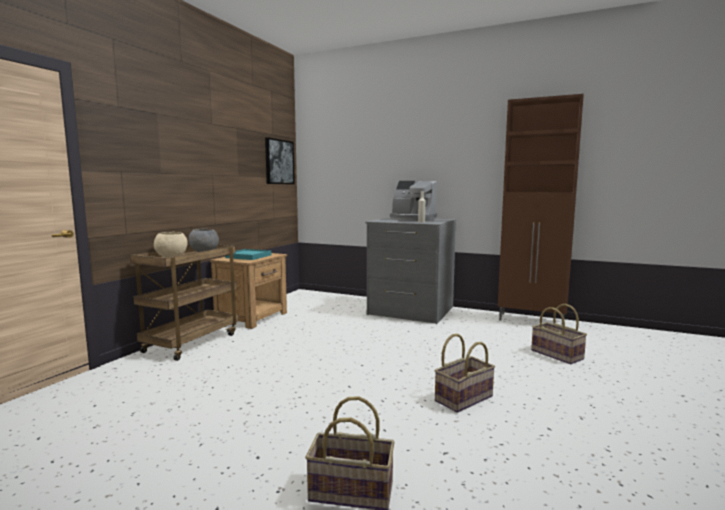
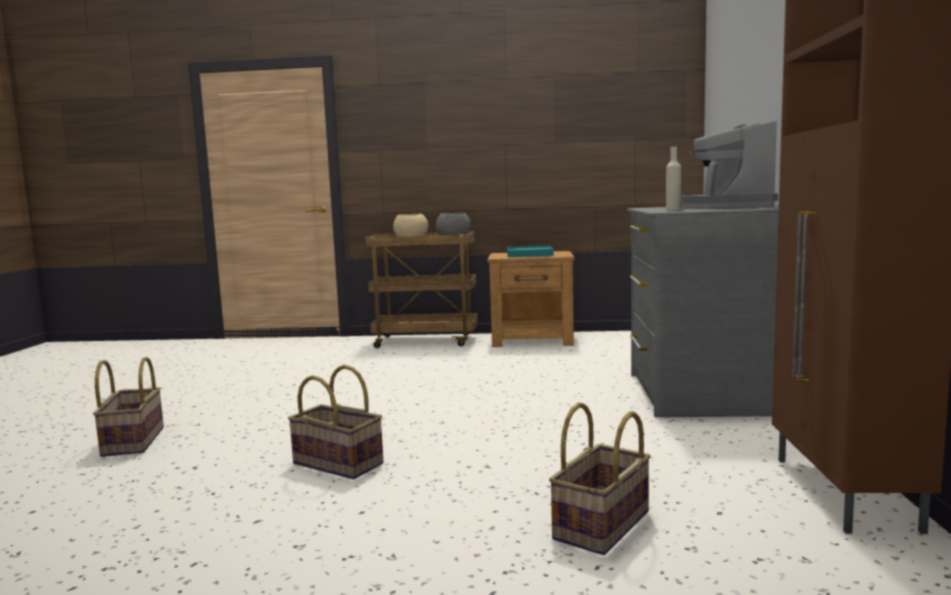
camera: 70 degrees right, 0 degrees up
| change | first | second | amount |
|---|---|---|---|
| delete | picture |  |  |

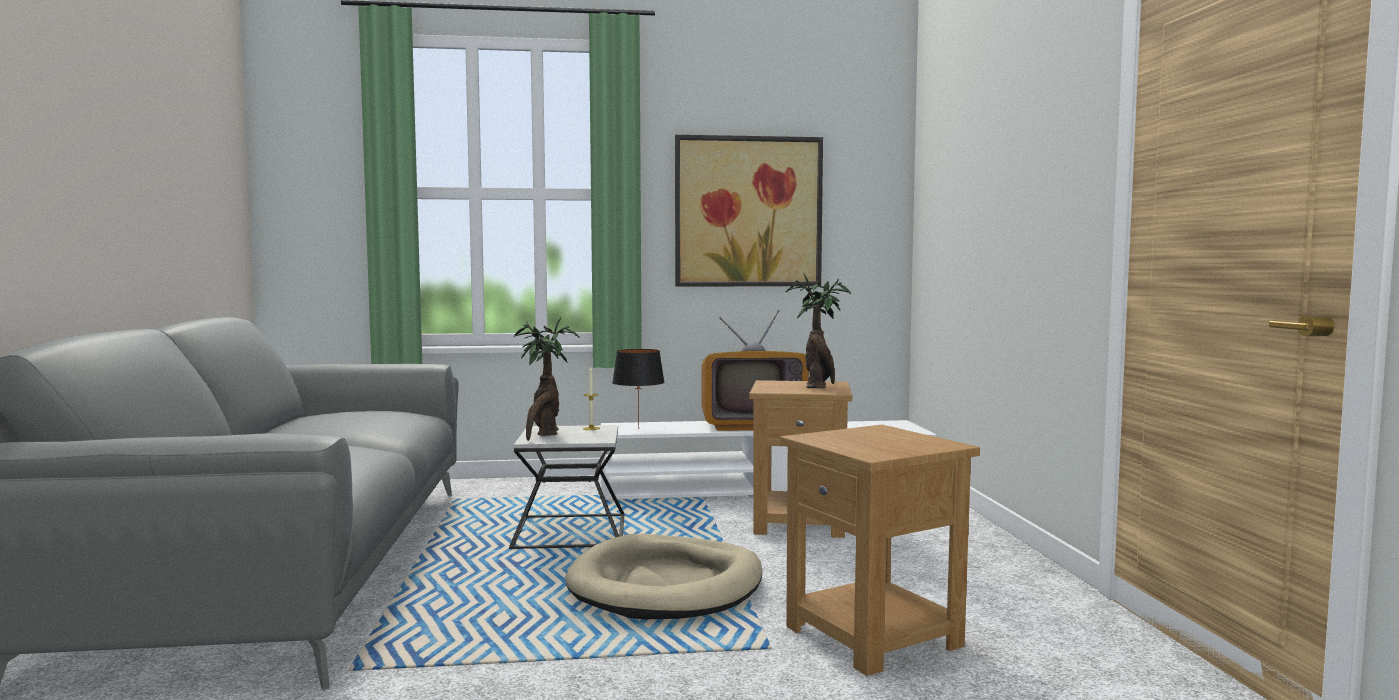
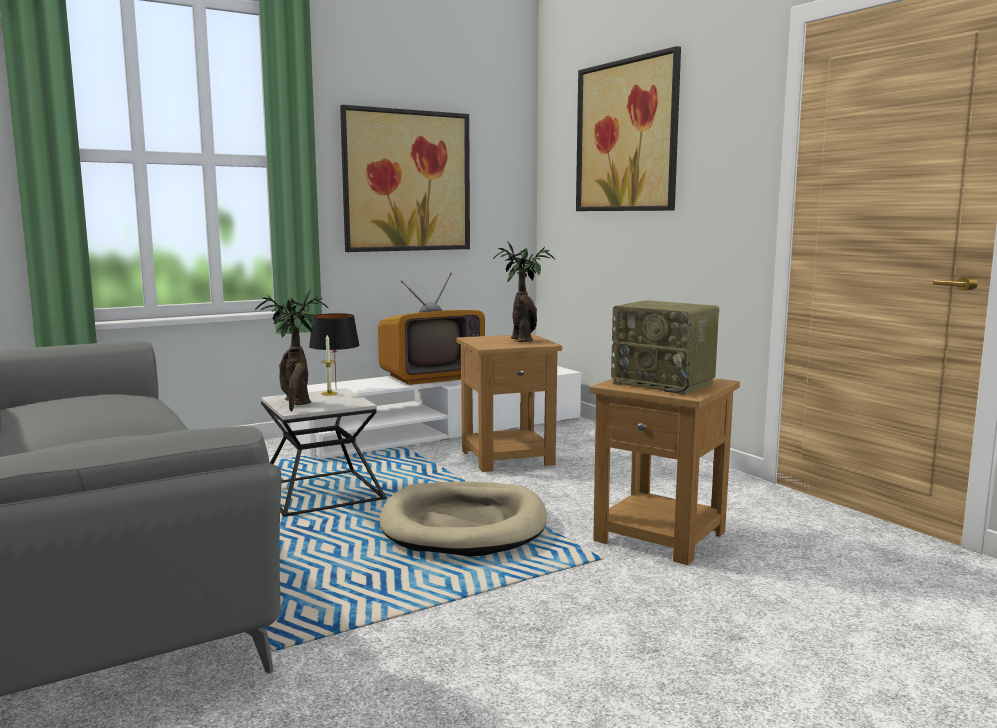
camera: 25 degrees left, 5 degrees up
| change | first | second | amount |
|---|---|---|---|
| insert |  | picture (2nd from left) |  |
| insert |  | radio |  |

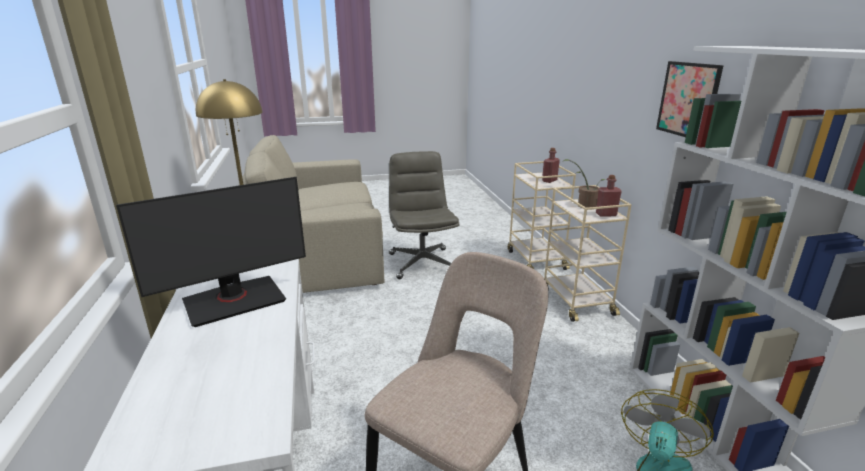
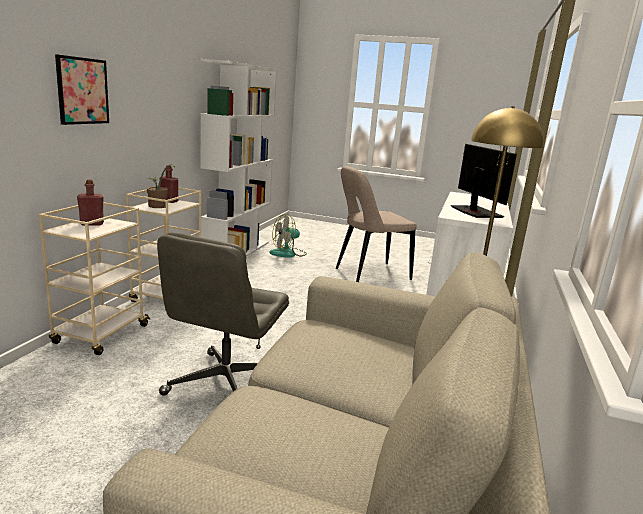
camera: 150 degrees left, 5 degrees down
| change | first | second | amount |
|---|---|---|---|
| move | picture |  |  |
| rotate | monitor |  | 75 degrees clockwise |

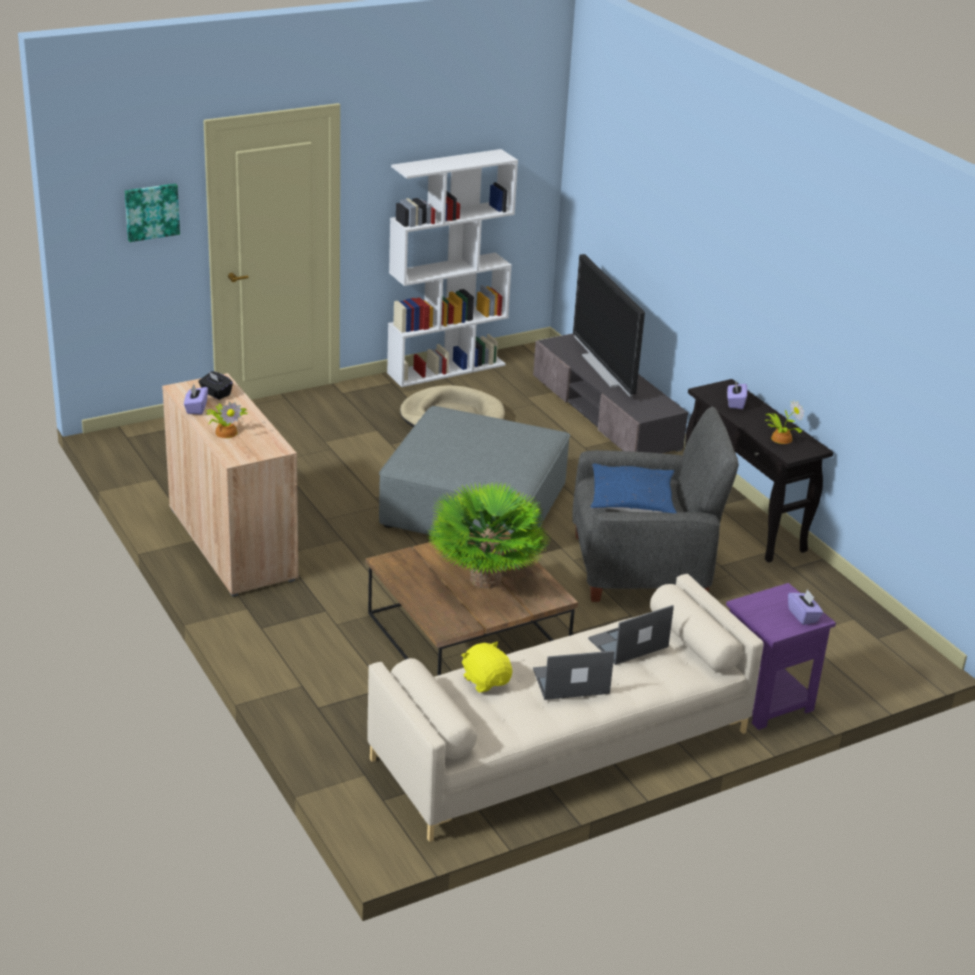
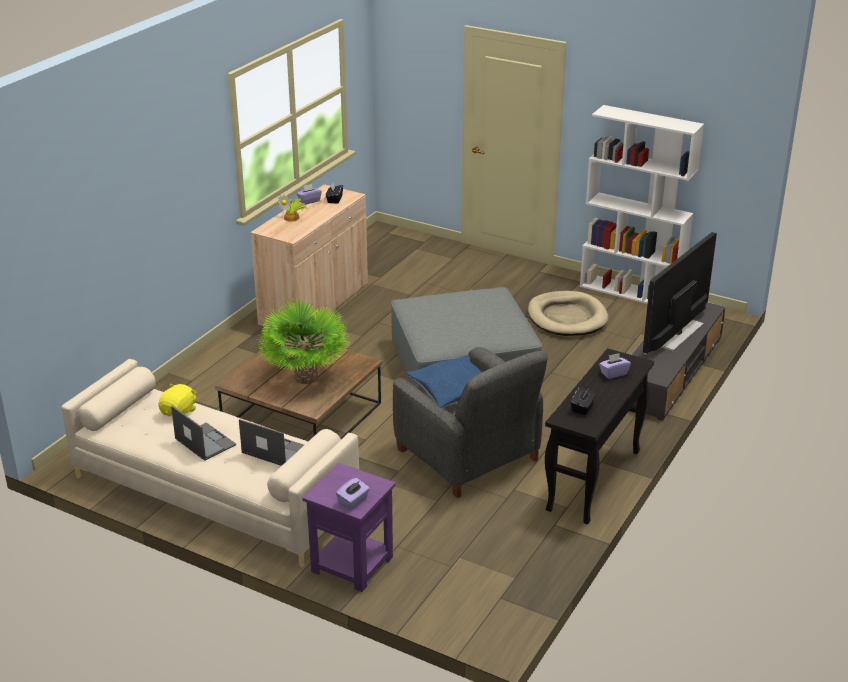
camera: 60 degrees right, 0 degrees up
| change | first | second | amount |
|---|---|---|---|
| delete | picture |  |  |
| replace | potted plant (3rd from left) | tissue box in black (2nd from left) |  |

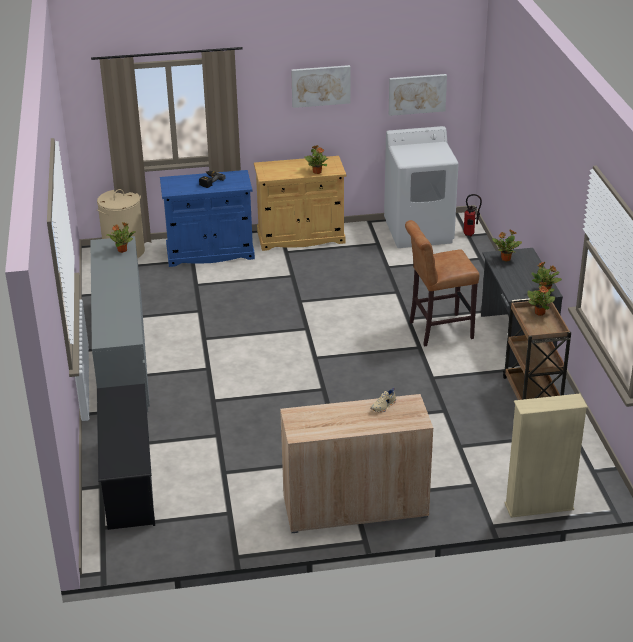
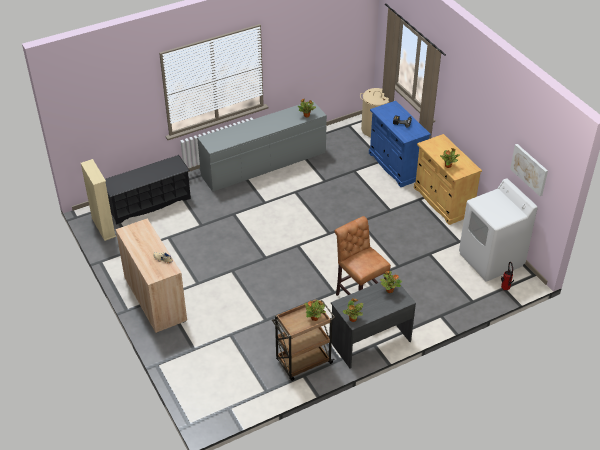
camera: 70 degrees right, 10 degrees up
| change | first | second | amount |
|---|---|---|---|
| delete | picture (1st from left) |  |  |
| move | bookcase in beige |  |  |

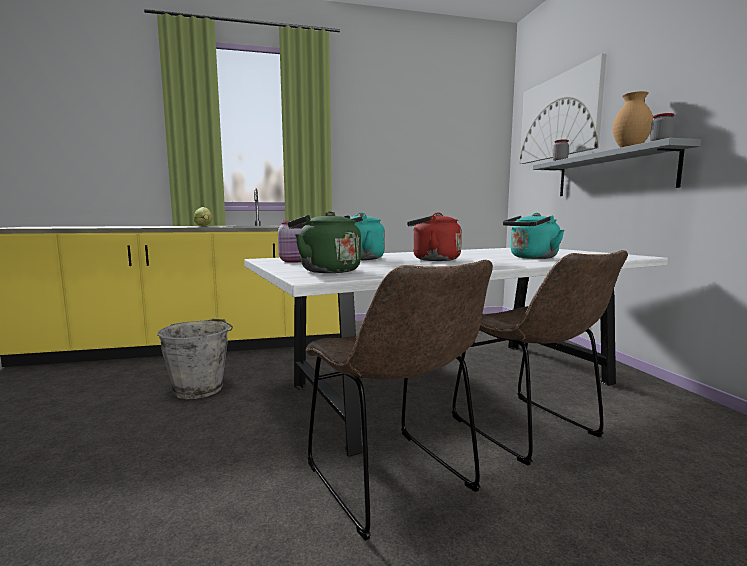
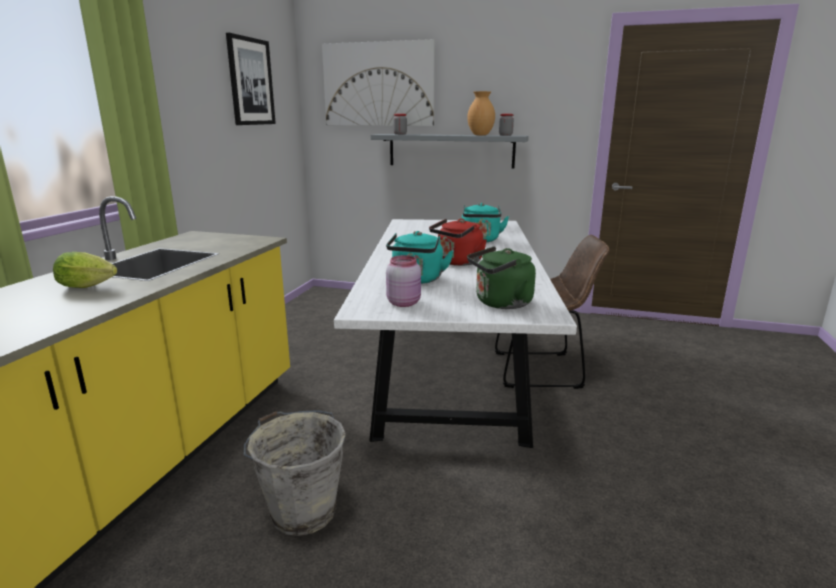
camera: 60 degrees left, 10 degrees up
| change | first | second | amount |
|---|---|---|---|
| delete | chair in brown (1st from left) |  |  |
| insert |  | picture (1st from left) |  |

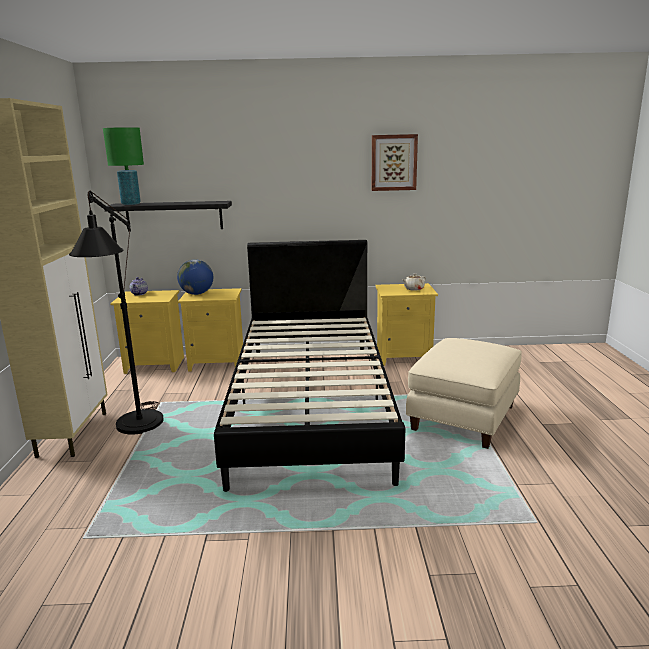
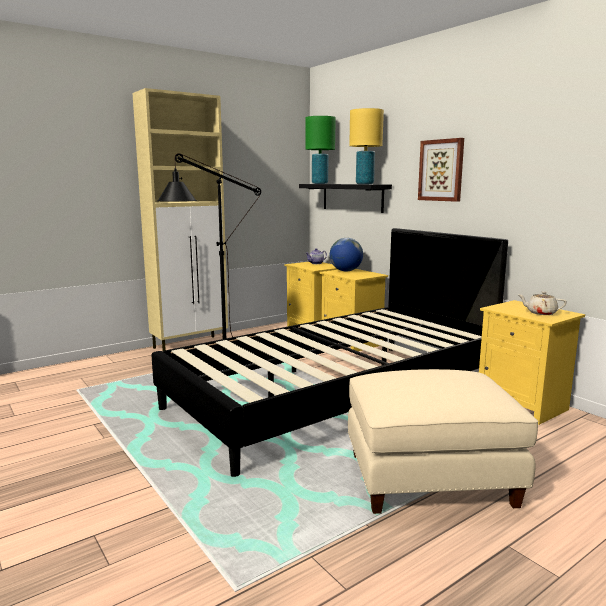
camera: 55 degrees right, 5 degrees down
| change | first | second | amount |
|---|---|---|---|
| insert |  | table lamp in yellow |  |
| move | picture |  |  |

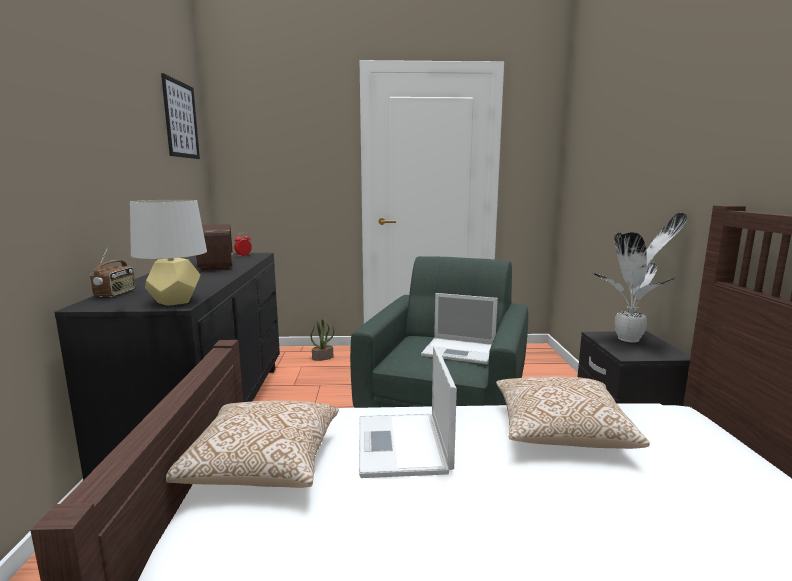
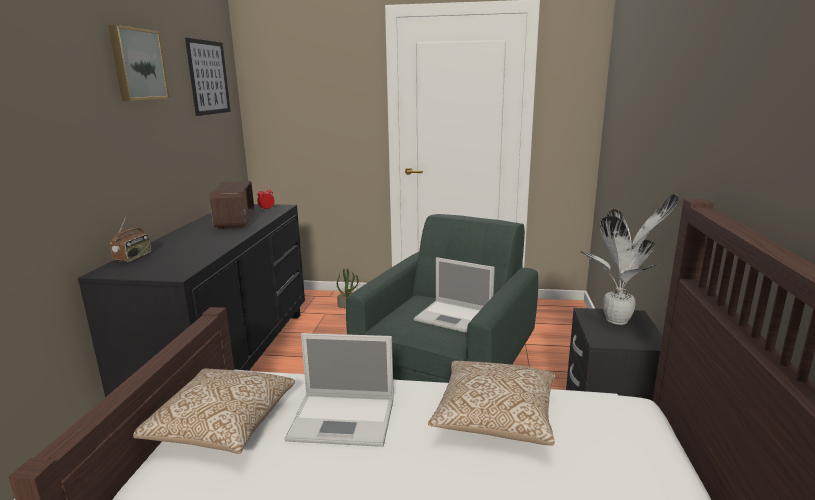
camera: 10 degrees right, 5 degrees up
| change | first | second | amount |
|---|---|---|---|
| delete | table lamp in grey |  |  |
| insert |  | picture (1st from left) |  |
| rotate | laptop (1st from left) |  | 90 degrees counterclockwise |

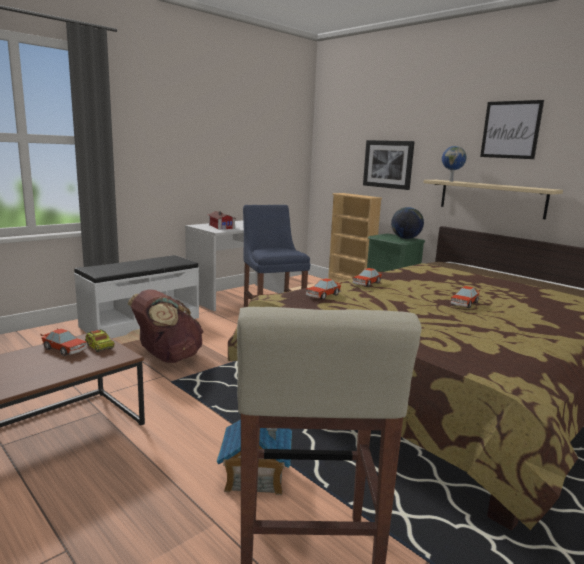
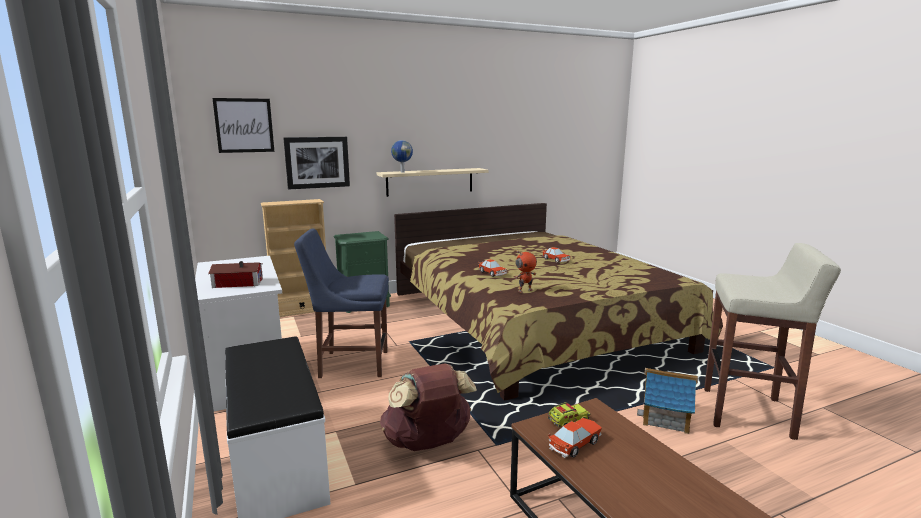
camera: 70 degrees left, 0 degrees up
| change | first | second | amount |
|---|---|---|---|
| delete | globe (1st from left) |  |  |
| move | picture (2nd from left in the first image) | picture (1st from left) |  |
| replace | toy car (2nd from left) | toy robot |  |

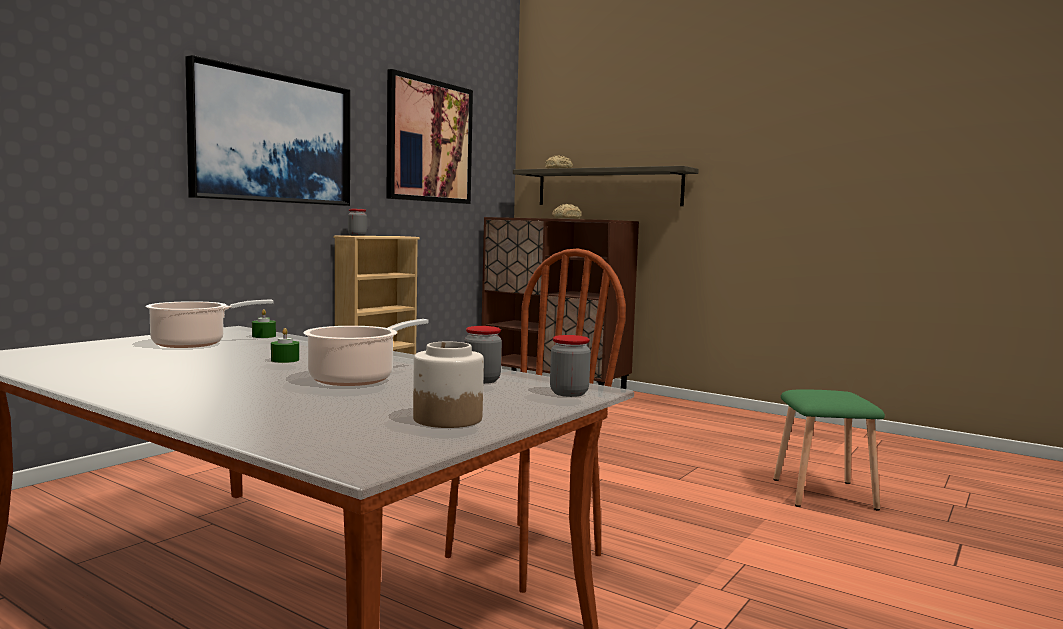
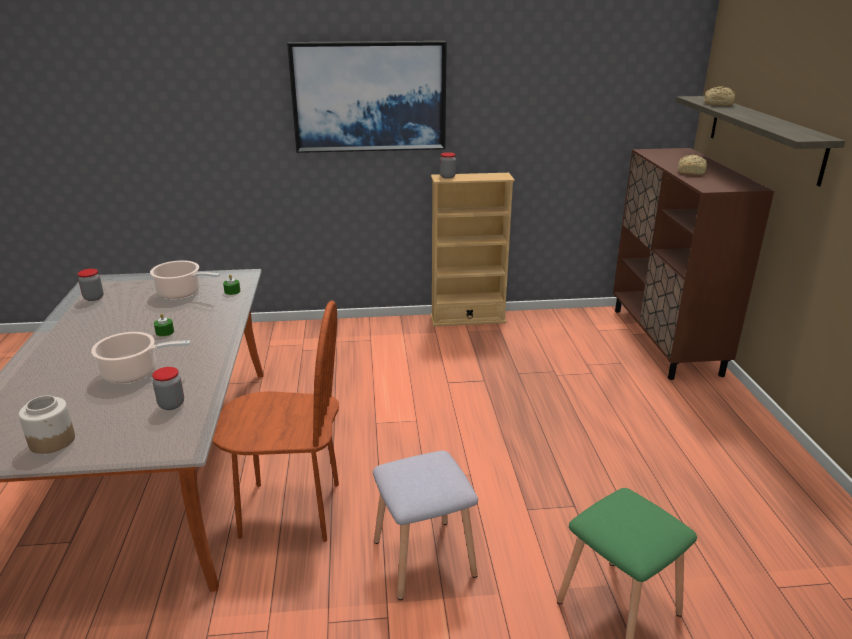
camera: 50 degrees right, 20 degrees up
| change | first | second | amount |
|---|---|---|---|
| delete | picture (2nd from left) |  |  |
| insert |  | stool in grey |  |
| move | jar (4th from left in the first image) | jar (2nd from left) |  |

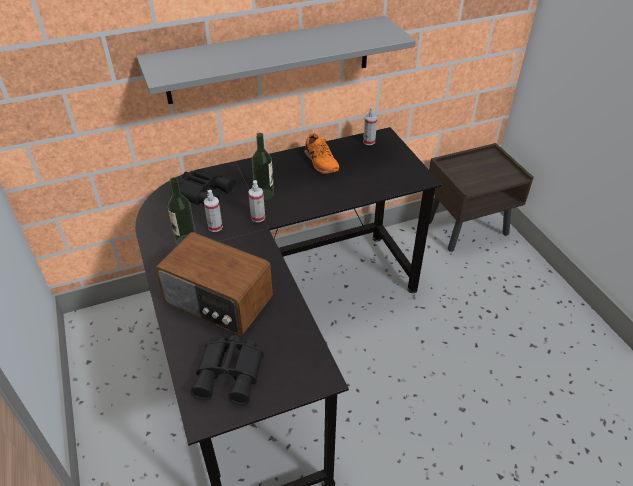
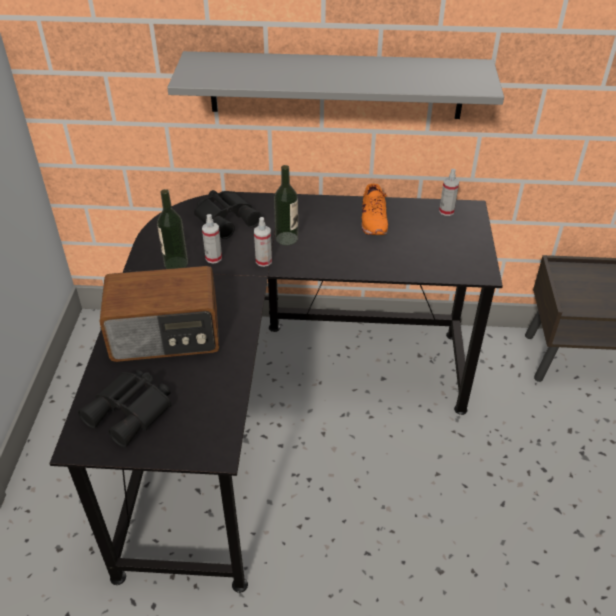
camera: 25 degrees right, 0 degrees up
| change | first | second | amount |
|---|---|---|---|
| rotate | radio |  | 60 degrees counterclockwise |

